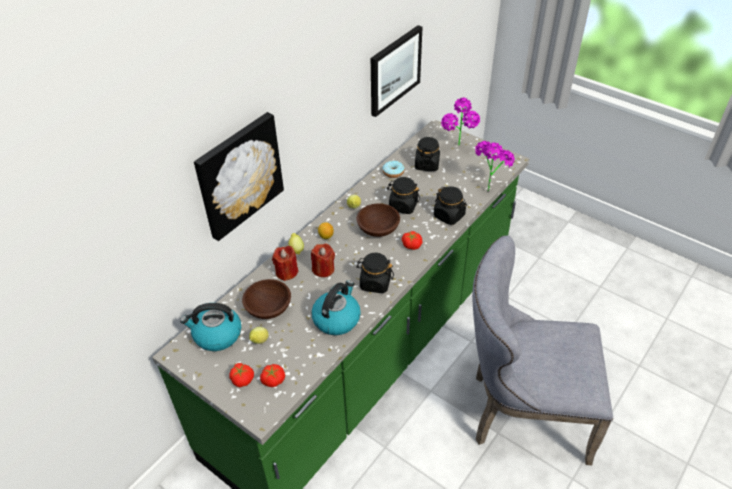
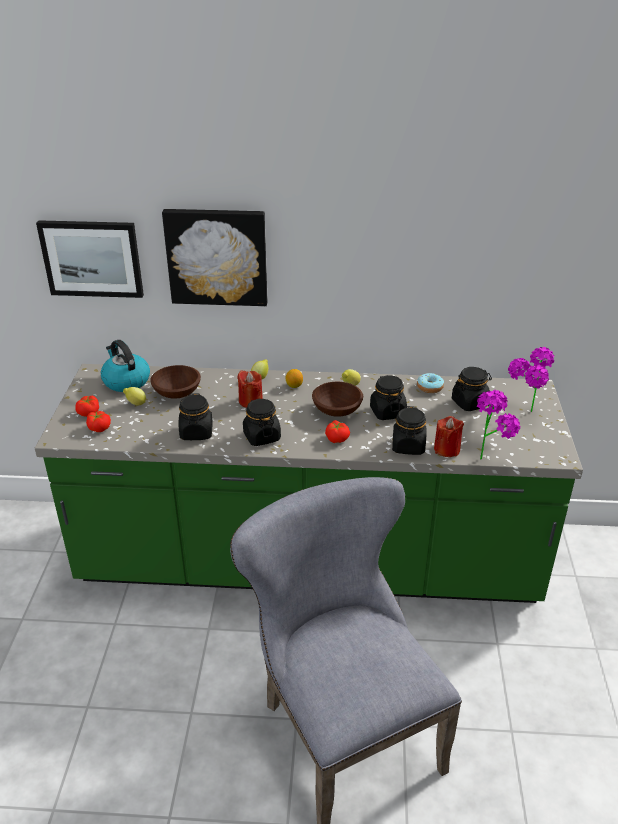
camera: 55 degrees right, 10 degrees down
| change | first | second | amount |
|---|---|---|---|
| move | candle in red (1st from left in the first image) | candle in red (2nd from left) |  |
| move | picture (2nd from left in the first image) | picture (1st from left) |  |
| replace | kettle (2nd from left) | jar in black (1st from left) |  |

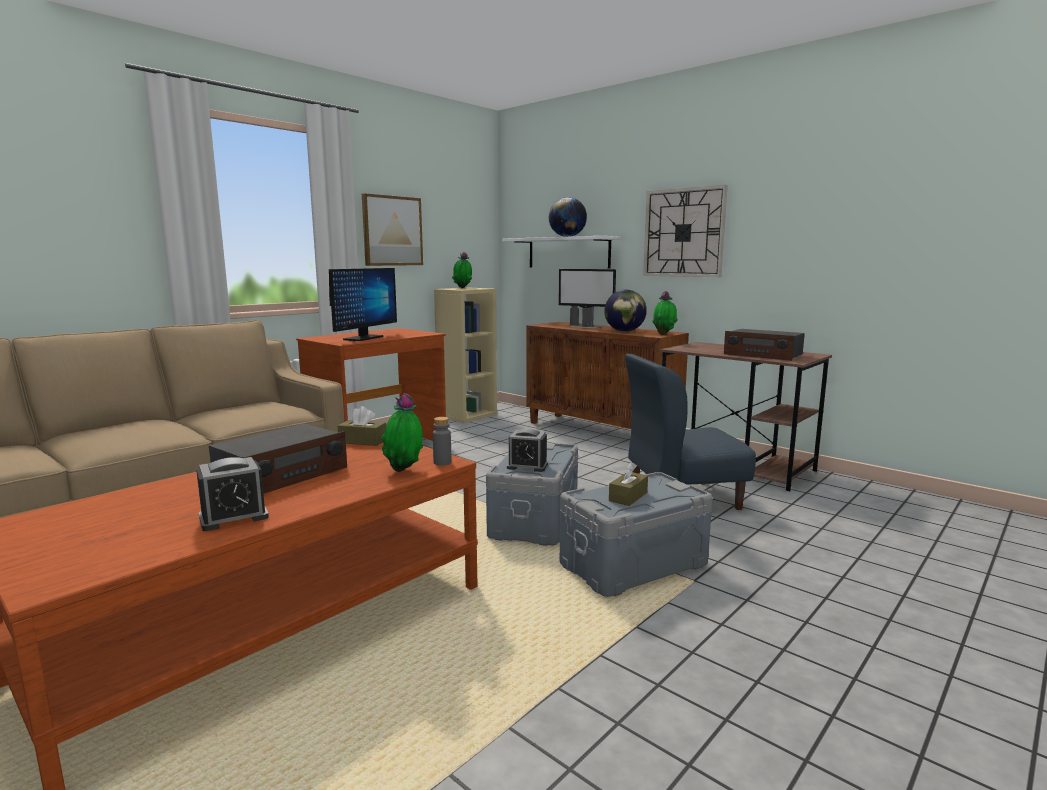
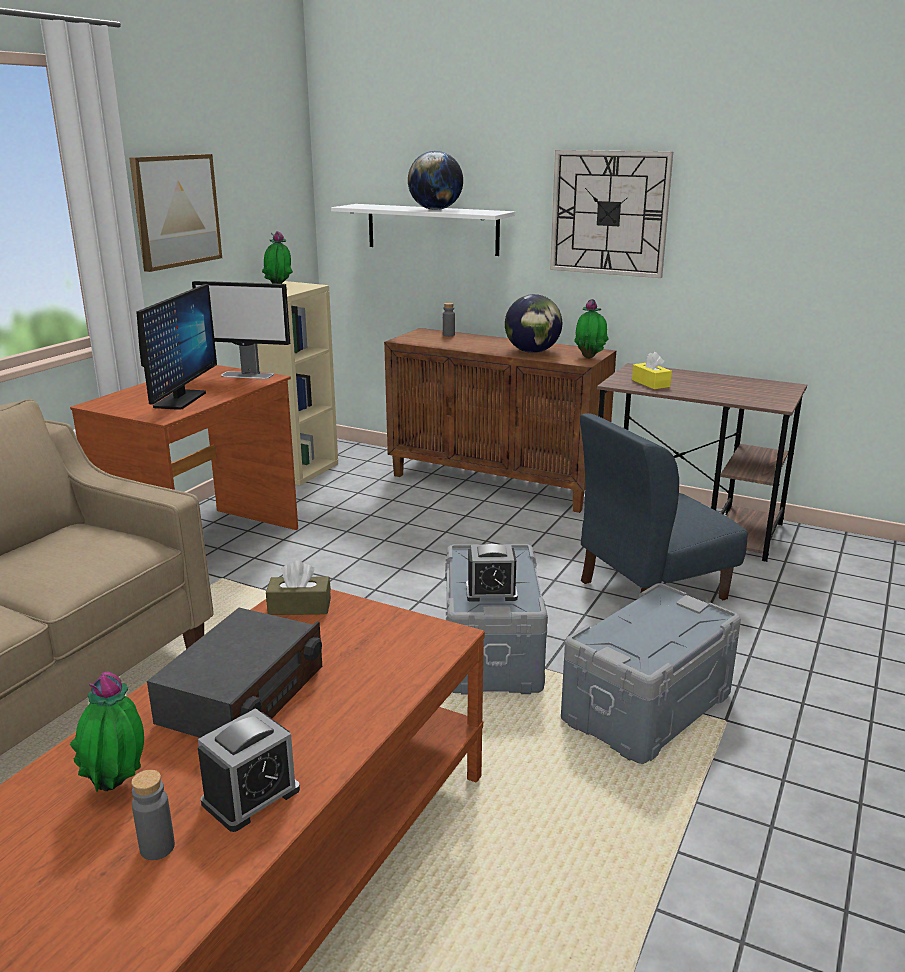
camera: 15 degrees left, 10 degrees up
| change | first | second | amount |
|---|---|---|---|
| delete | tissue box in brown (2nd from left) |  |  |
| delete | radio (2nd from left) |  |  |
| insert |  | tissue box in yellow |  |
| move | potted plant (1st from left) |  |  |
| move | bottle in grey (1st from left) |  |  |
| move | monitor (2nd from left) |  |  |

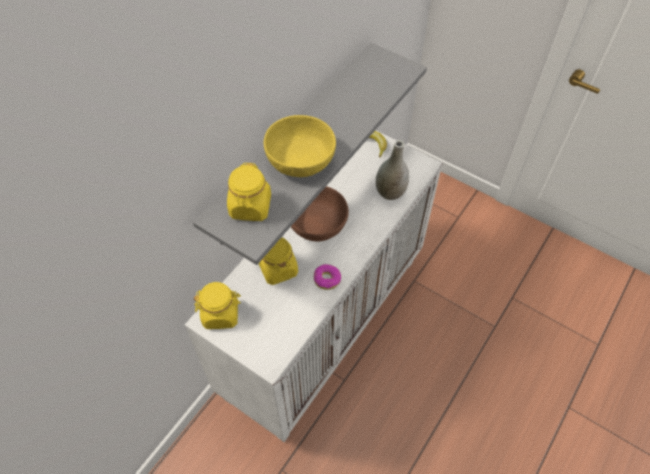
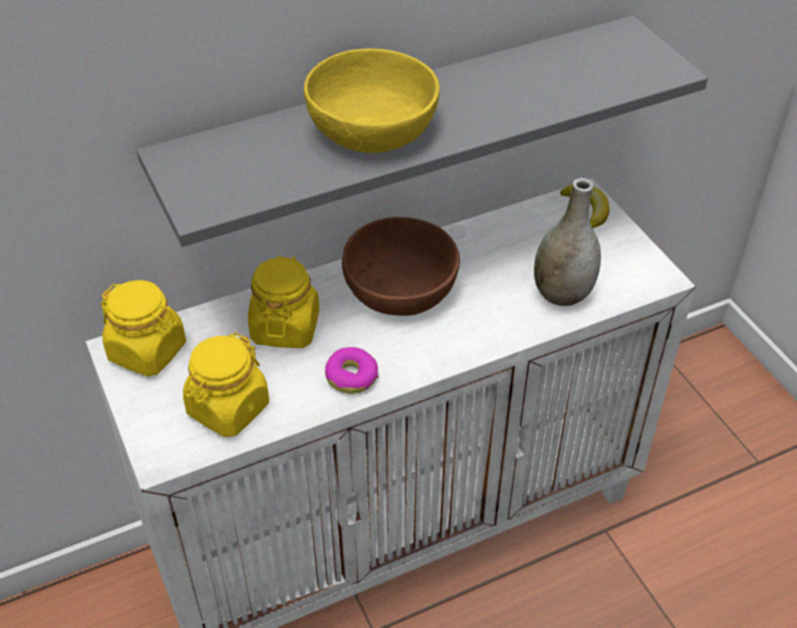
camera: 30 degrees right, 10 degrees down
| change | first | second | amount |
|---|---|---|---|
| move | jar in yellow (2nd from left) |  |  |

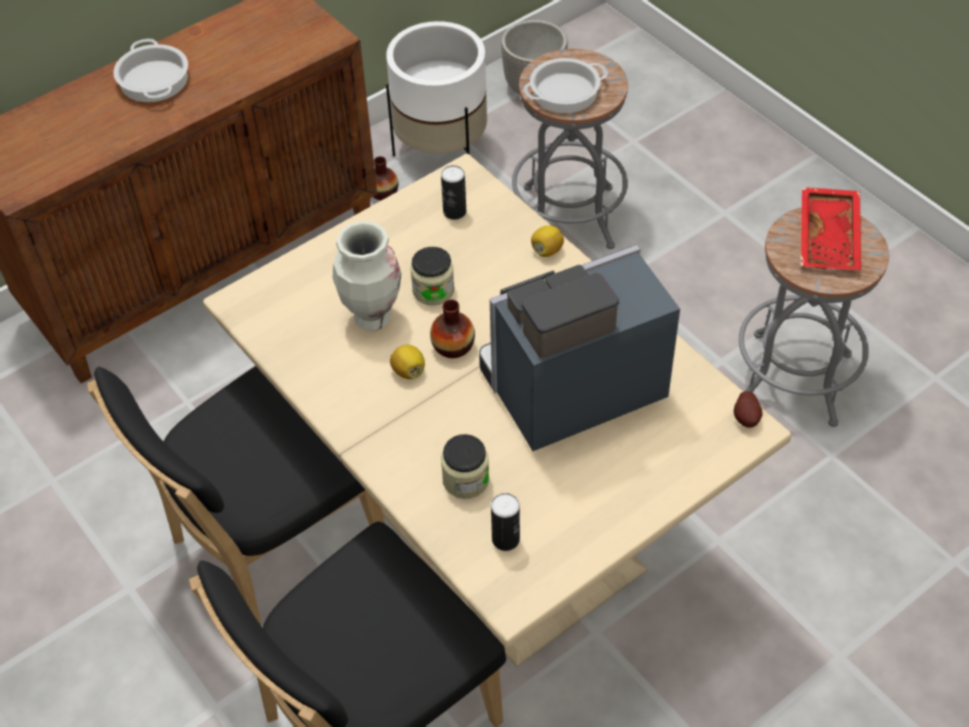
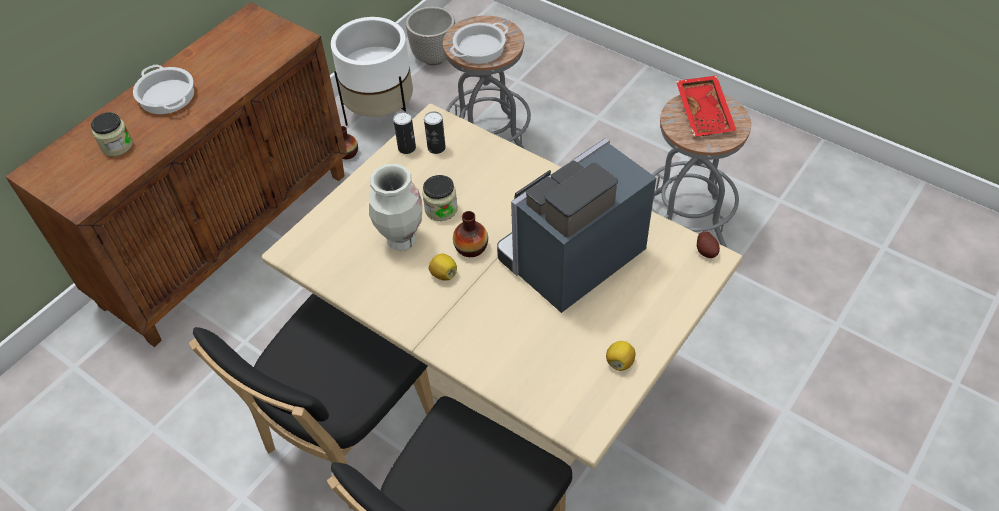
camera: 15 degrees left, 0 degrees up
| change | first | second | amount |
|---|---|---|---|
| move | jar (2nd from left in the first image) | jar (1st from left) |  |
| move | can (2nd from left in the first image) | can (1st from left) |  |
| move | lemon (2nd from left) |  |  |

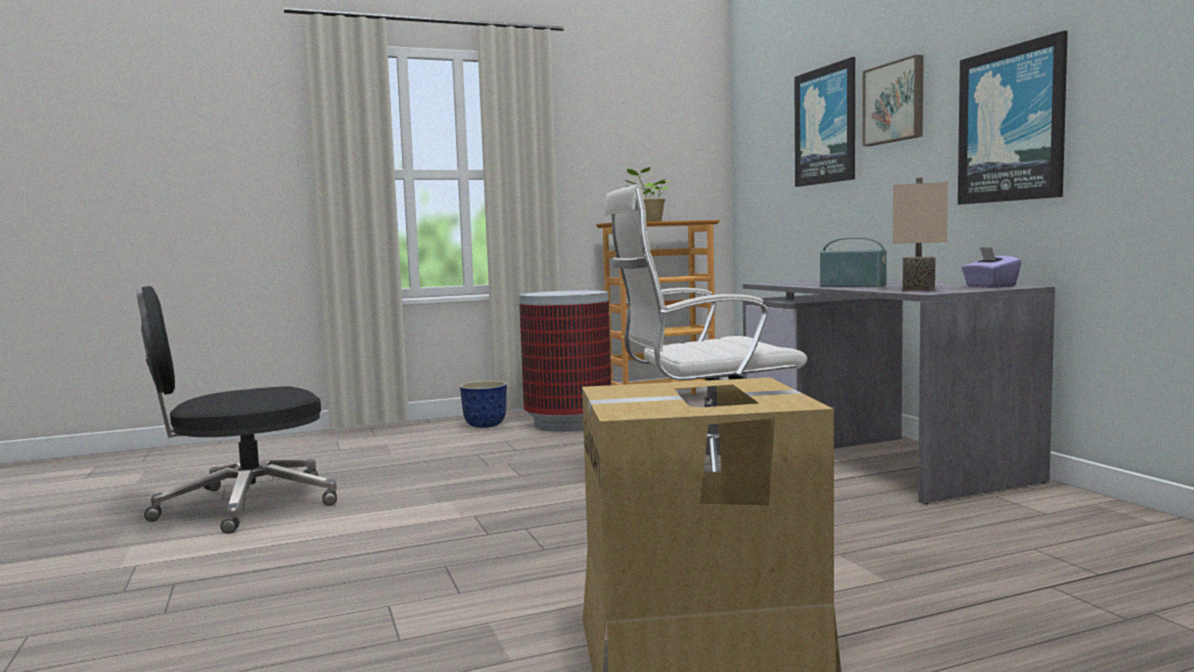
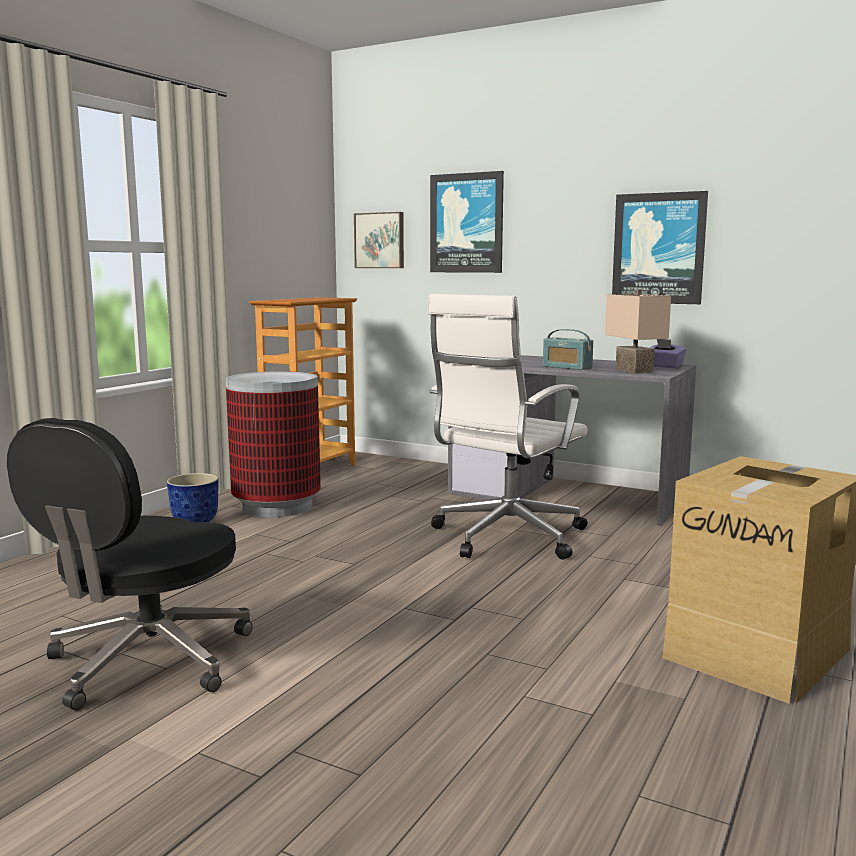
camera: 40 degrees left, 5 degrees up
| change | first | second | amount |
|---|---|---|---|
| delete | potted plant |  |  |
| move | picture (2nd from left in the first image) | picture (1st from left) |  |
| rotate | radio |  | 135 degrees counterclockwise |

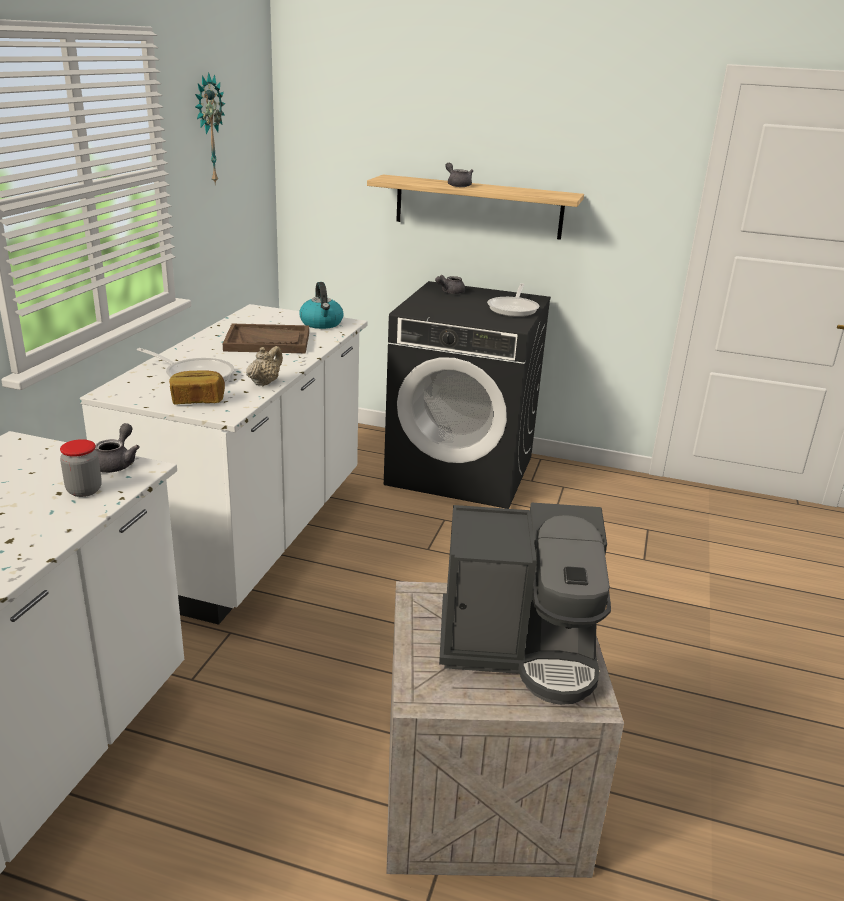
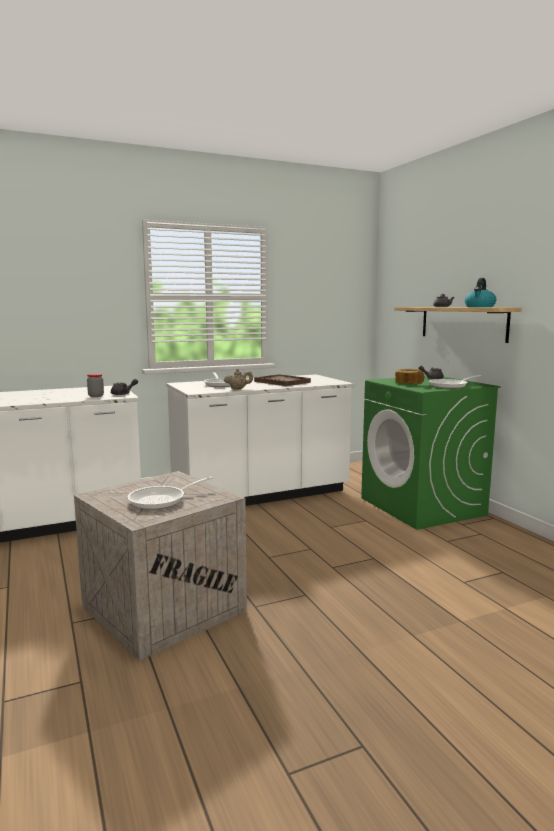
camera: 50 degrees right, 15 degrees down
| change | first | second | amount |
|---|---|---|---|
| delete | wall clock |  |  |
| move | bread |  |  |
| move | kettle |  |  |
| replace | coffee machine | frying pan (1st from left) |  |
| recolor | washing machine in black | washing machine in green |  |

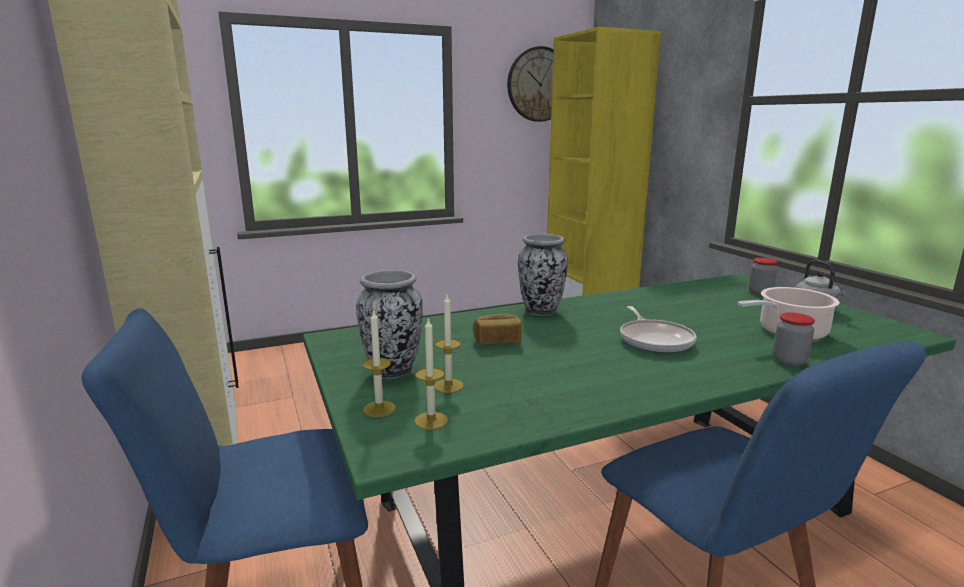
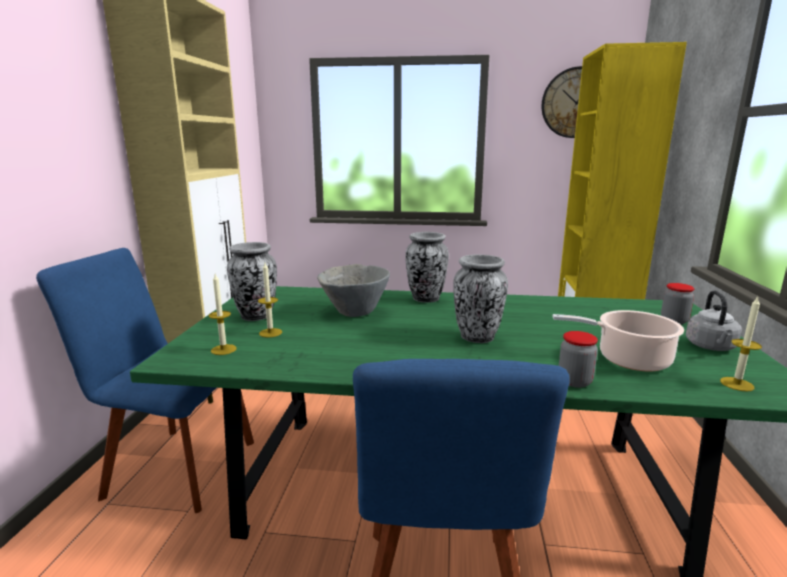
camera: 30 degrees right, 0 degrees up
| change | first | second | amount |
|---|---|---|---|
| move | candle (1st from left in the first image) | candle (3rd from left) |  |
| replace | bread | bowl in grey |  |
| replace | frying pan | vase (3rd from left) |  |

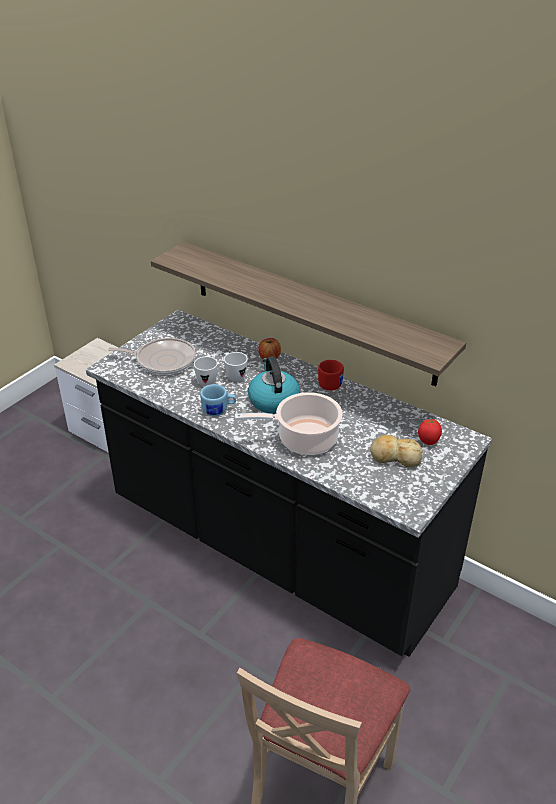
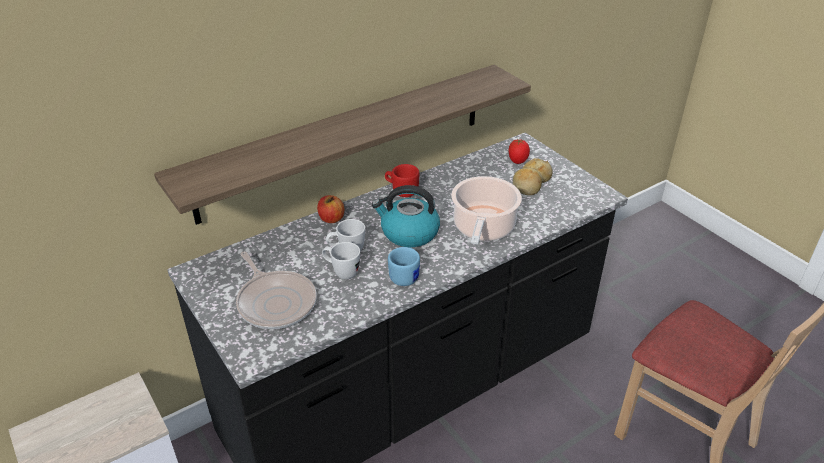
camera: 70 degrees left, 0 degrees up
| change | first | second | amount |
|---|---|---|---|
| rotate | frying pan |  | 120 degrees clockwise |

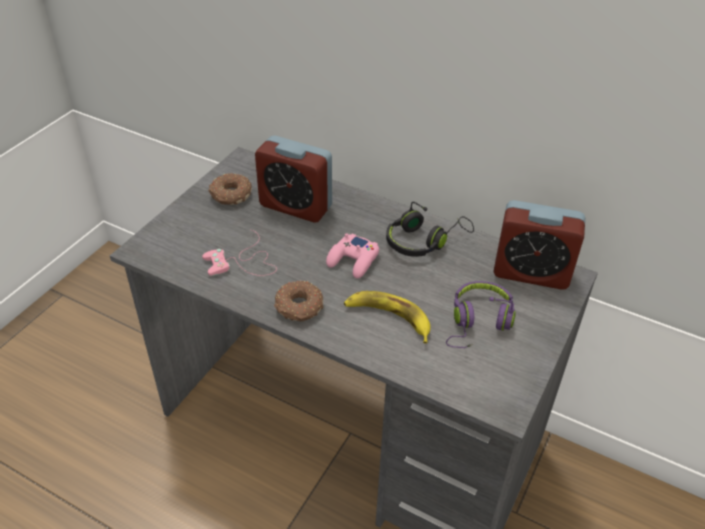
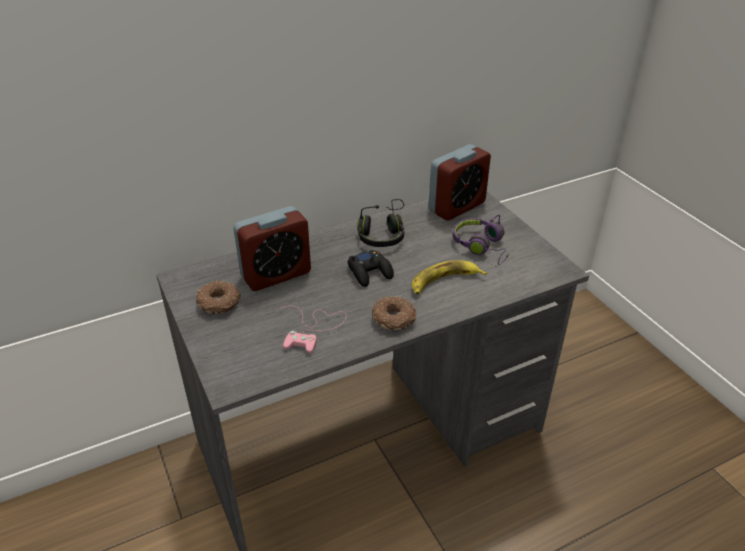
camera: 55 degrees left, 5 degrees down
| change | first | second | amount |
|---|---|---|---|
| recolor | game controller in pink (2nd from left) | game controller in black |  |

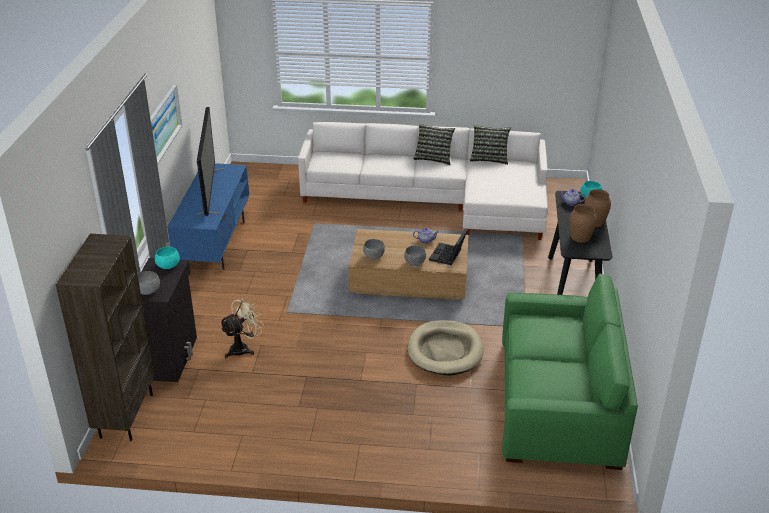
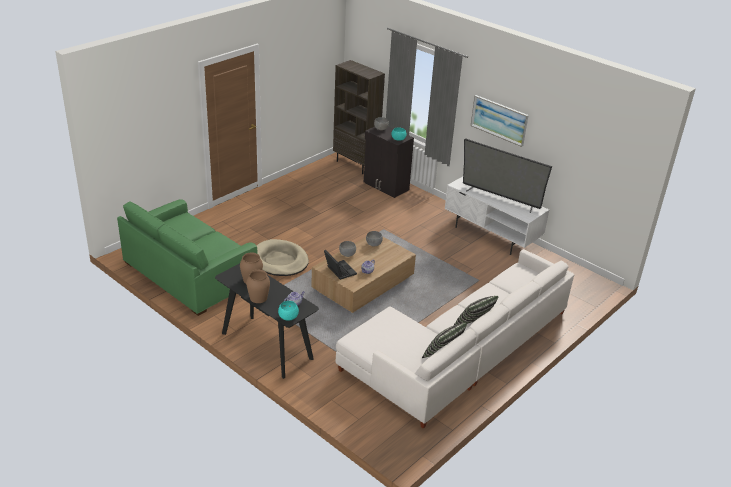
camera: 125 degrees right, 0 degrees up
| change | first | second | amount |
|---|---|---|---|
| delete | fan in beige |  |  |
| recolor | tv stand in blue | tv stand in white |  |

